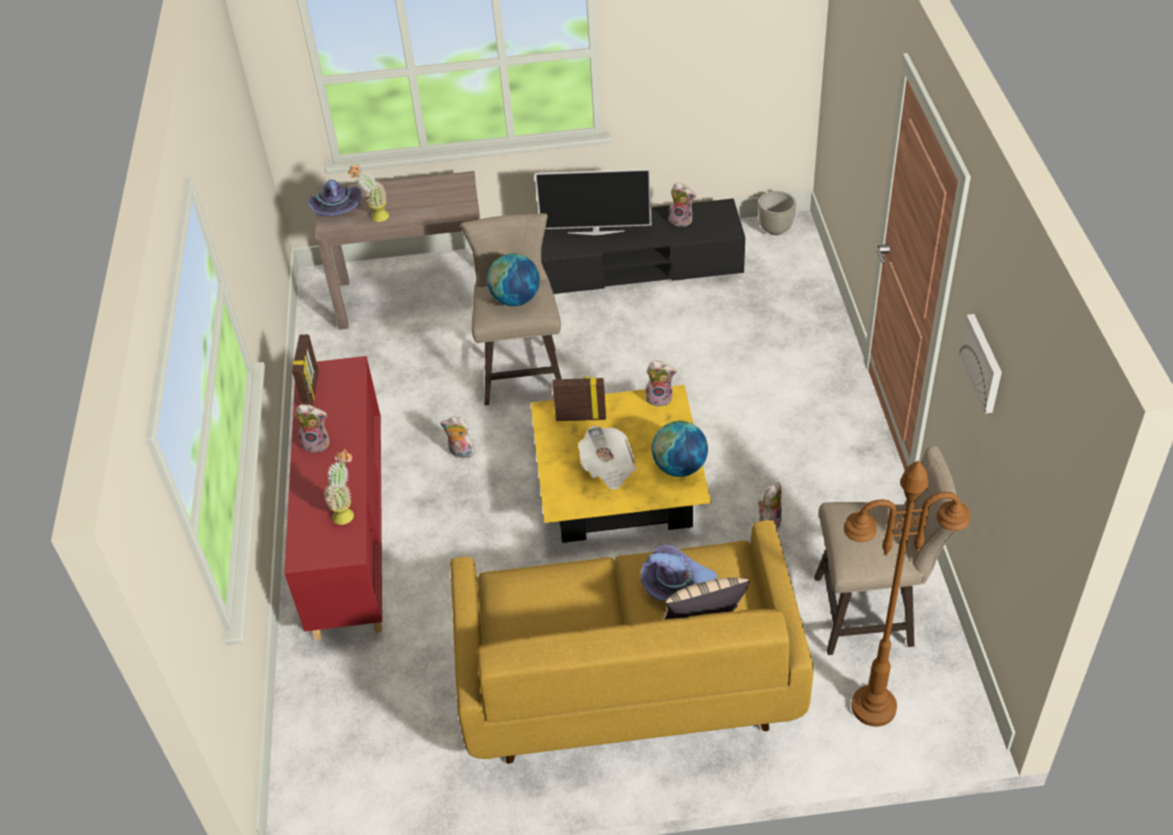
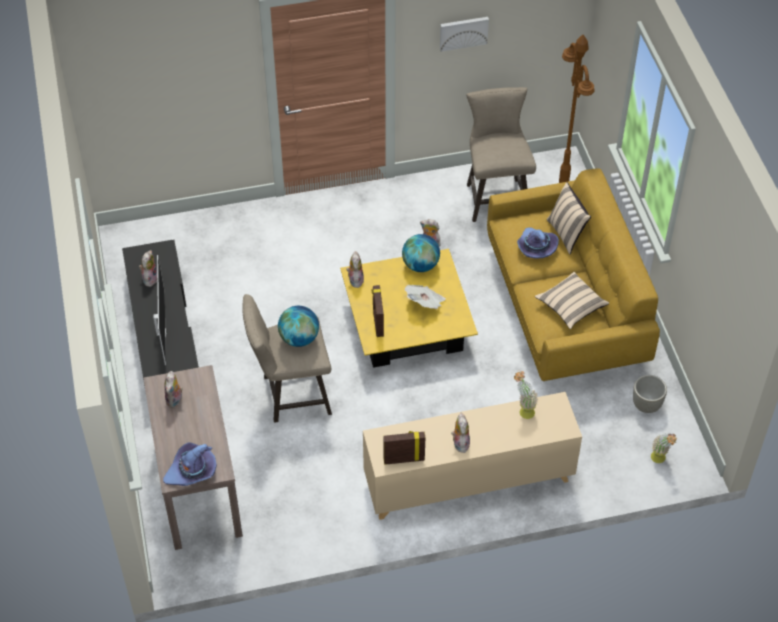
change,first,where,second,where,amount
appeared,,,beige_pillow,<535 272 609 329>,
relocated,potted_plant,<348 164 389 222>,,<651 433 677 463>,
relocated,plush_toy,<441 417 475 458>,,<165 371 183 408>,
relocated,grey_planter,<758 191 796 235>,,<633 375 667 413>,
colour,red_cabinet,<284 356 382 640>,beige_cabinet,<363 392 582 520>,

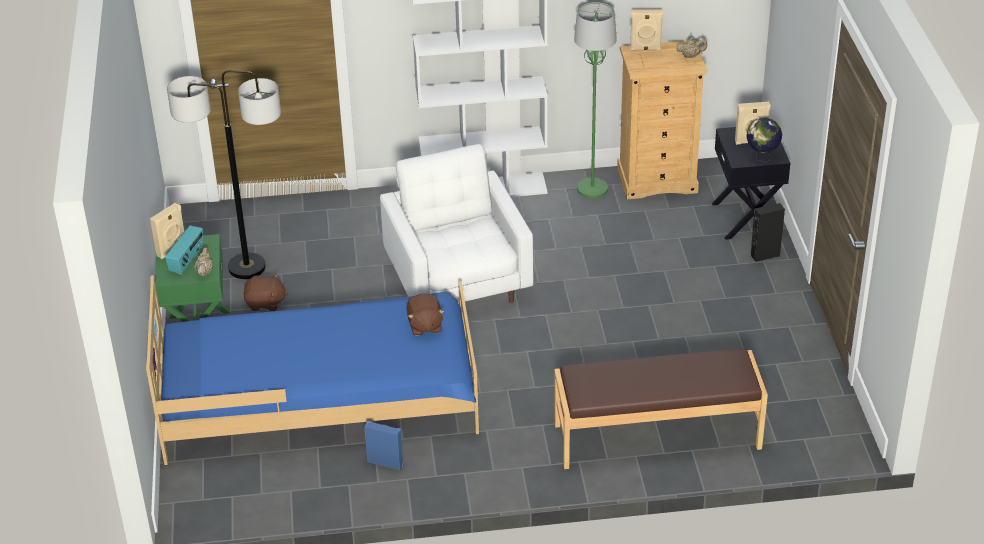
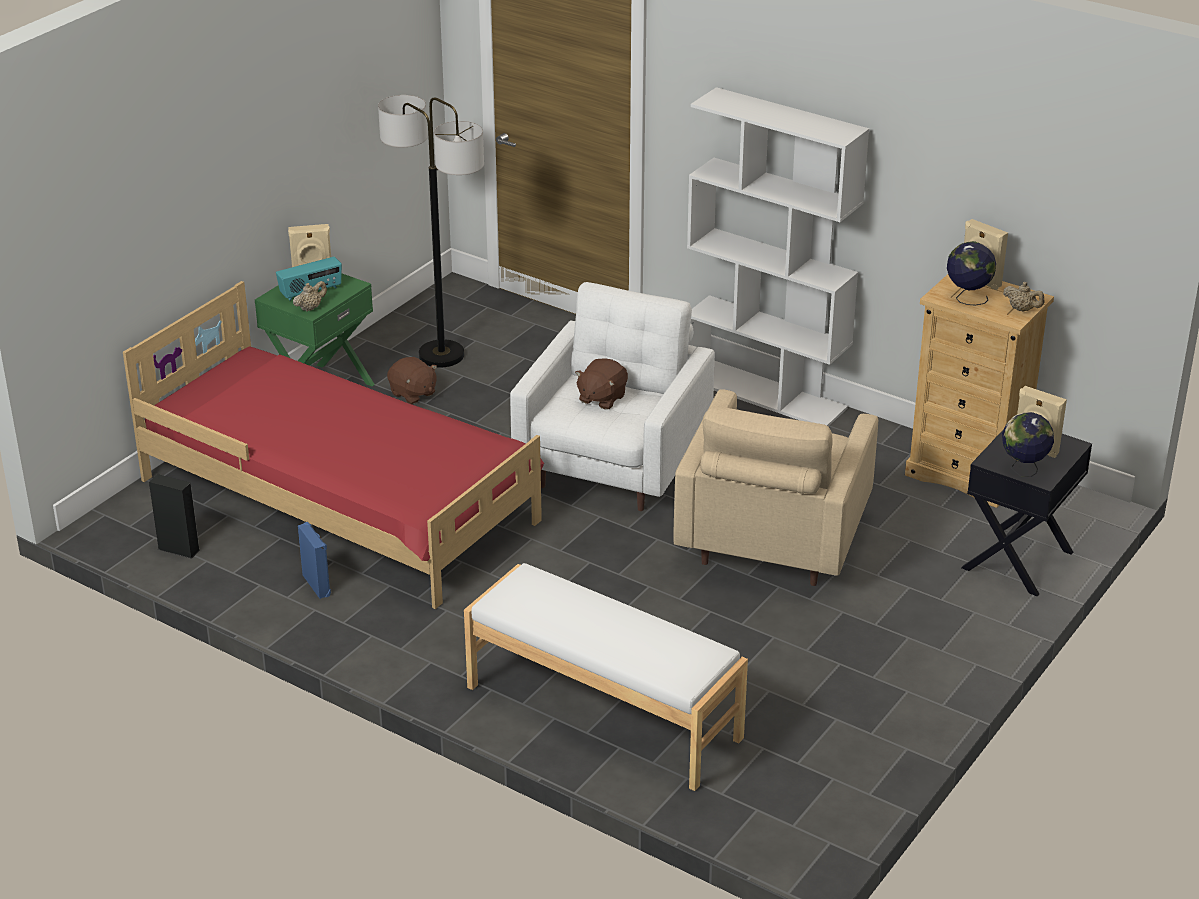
change,first,where,second,where,amount
missing,green_floor_lamp,<574 2 617 198>,,,
appeared,,,beige_armchair,<673 389 878 586>,
appeared,,,globe,<947 241 996 305>,
relocated,brown_plush_toy,<407 294 445 336>,,<575 358 628 410>,
relocated,black_speaker,<750 203 785 262>,,<149 474 200 559>,
colour,blue_bed,<146 275 479 465>,red_bed,<123 281 544 609>,
colour,brown_bench,<554 348 768 469>,white_bench,<464 563 748 791>,

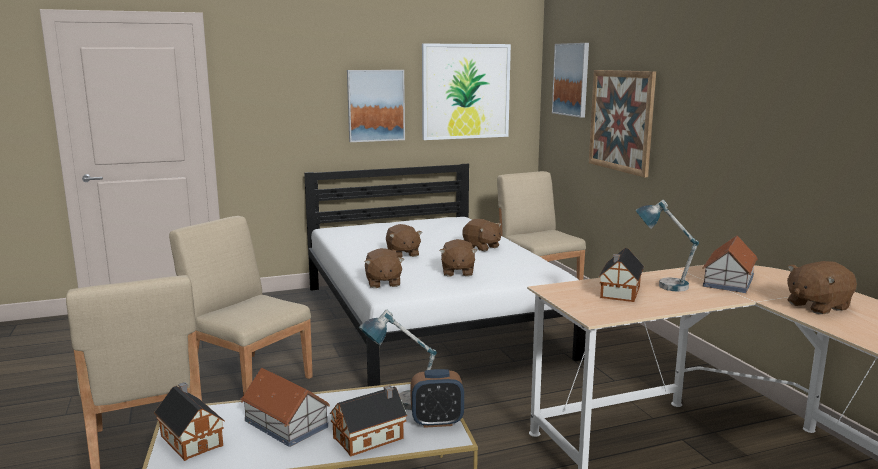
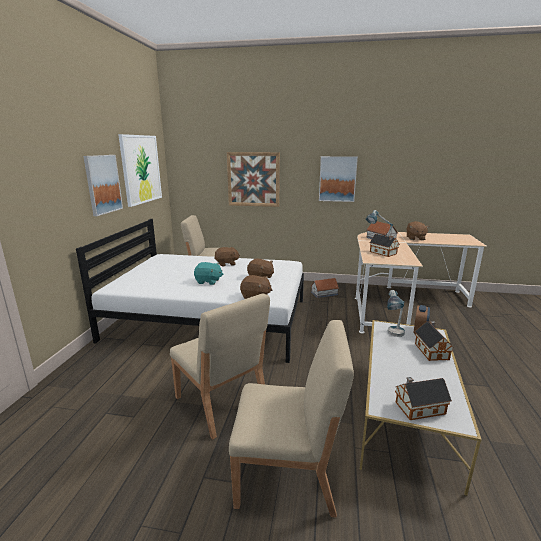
change,first,where,second,where,amount
relocated,toy_house,<241 368 330 447>,,<310 278 339 298>,
relocated,picture,<552 43 589 118>,,<319 156 358 202>,
colour,brown_plush_toy,<386 224 422 258>,turquoise_plush_toy,<194 262 223 285>,
spun,beige_chair,<169 216 313 395>,,<170 293 270 439>,105 degrees counterclockwise

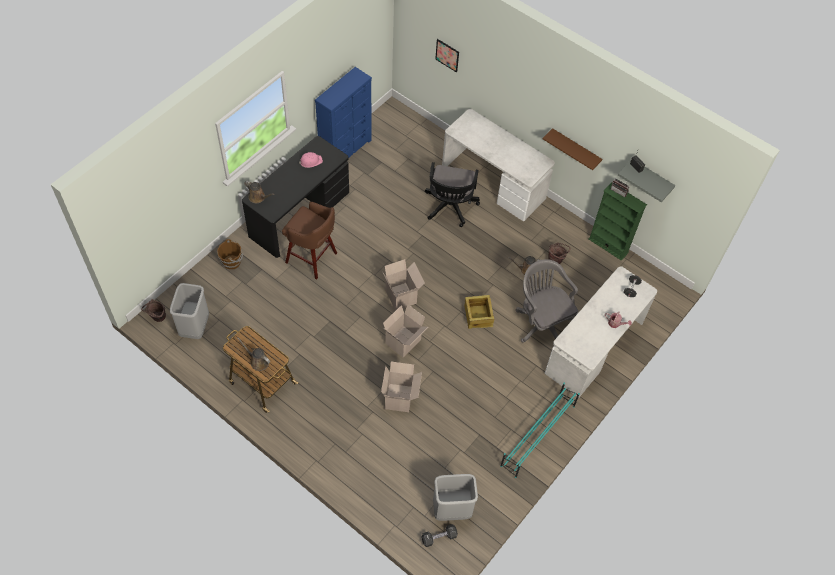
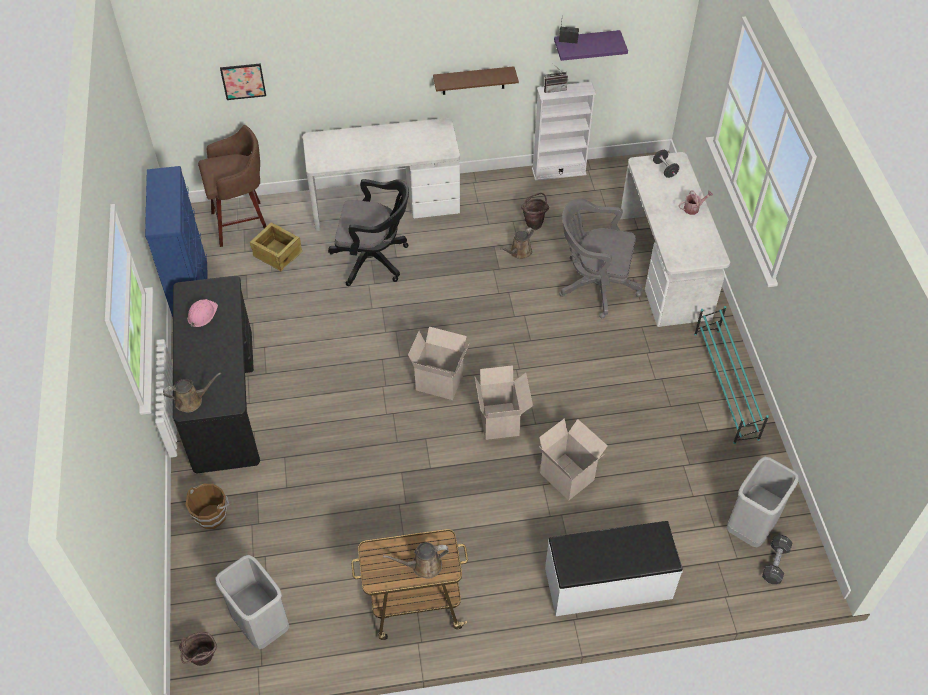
change,first,where,second,where,amount
appeared,,,white_bench,<545 521 683 616>,
relocated,brown_stool,<282 202 337 279>,,<198 125 266 247>,
relocated,crate,<464 295 494 329>,,<250 223 303 271>,
colour,green_bookcase,<588 182 647 261>,white_bookcase,<532 82 596 181>,
colour,grey_shelf,<618 160 676 202>,purple_shelf,<554 30 628 61>,
spun,black_office_chair,<425 162 480 227>,,<328 179 409 286>,45 degrees counterclockwise

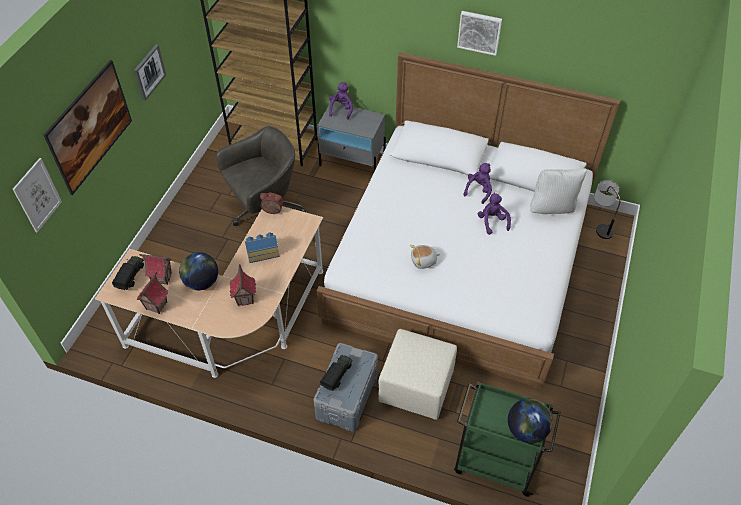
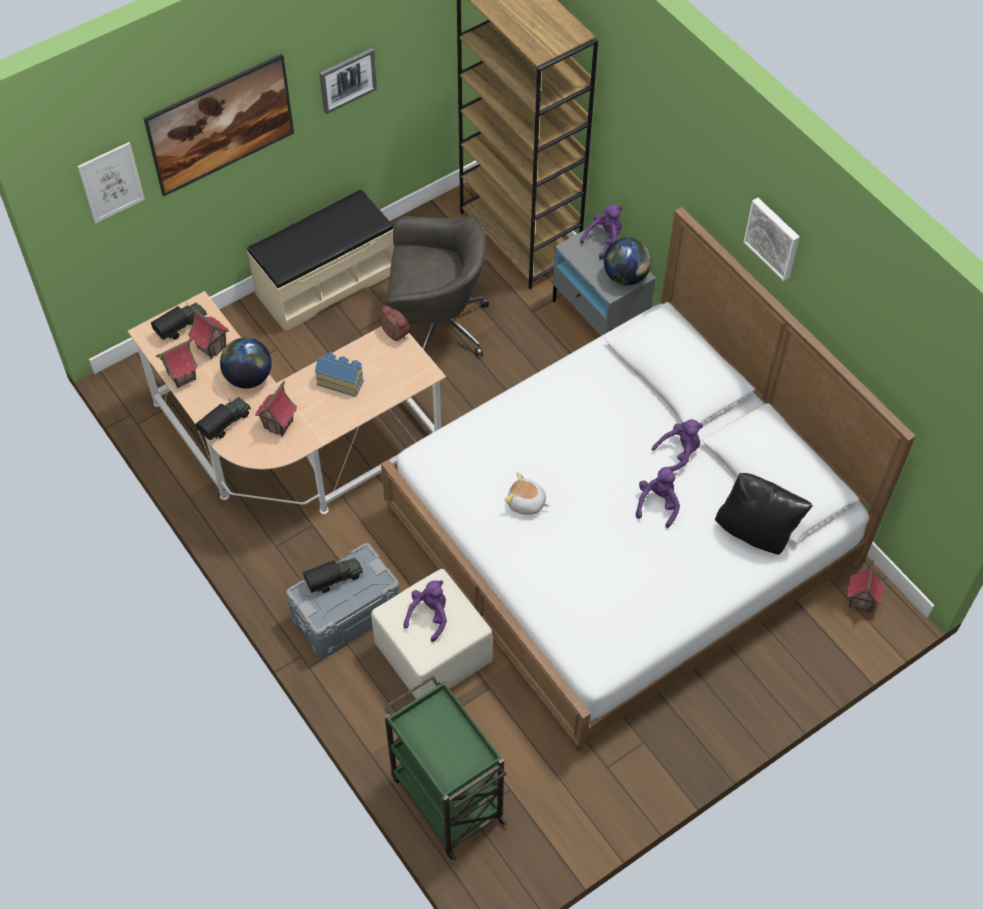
change,first,where,second,where,amount
appeared,,,toy_truck,<196 397 251 441>,
appeared,,,beige_bench,<247 190 394 332>,
appeared,,,purple_plush_toy,<404 580 447 642>,
relocated,globe,<508 398 553 443>,,<604 237 652 285>,
exchanged,table_lamp,<594 180 621 239>,toy_house,<847 560 884 612>,
colour,white_pillow,<530 169 587 214>,black_pillow,<715 473 813 555>,

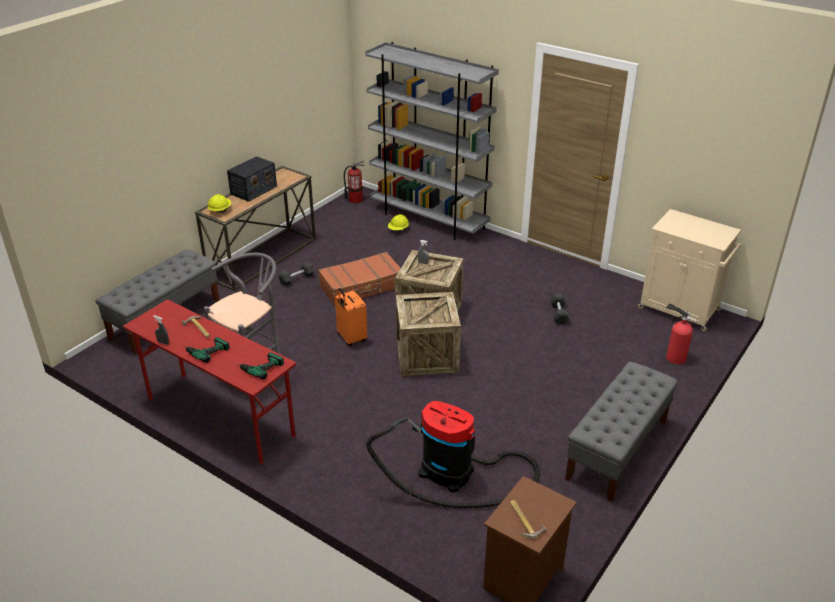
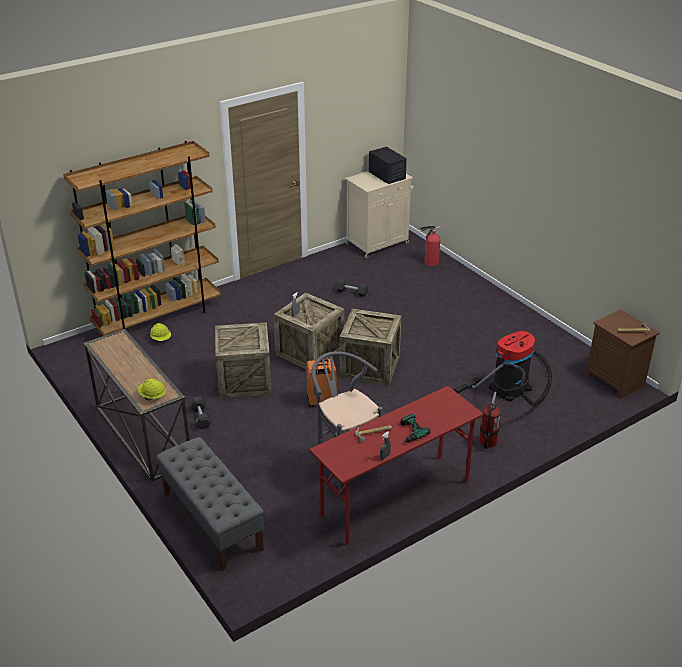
change,first,where,second,where,amount
missing,power_drill,<235 352 284 379>,,,
missing,grey_bench,<565 361 678 502>,,,
relocated,radio,<227 156 277 202>,,<369 147 407 184>,
relocated,fire_extinguisher,<344 161 365 204>,,<479 392 501 449>,
exchanged,brown_suitcase,<318 252 401 306>,crate,<215 322 272 398>,
colour,grey_bookcase,<365 42 499 240>,brown_bookcase,<63 141 221 336>,

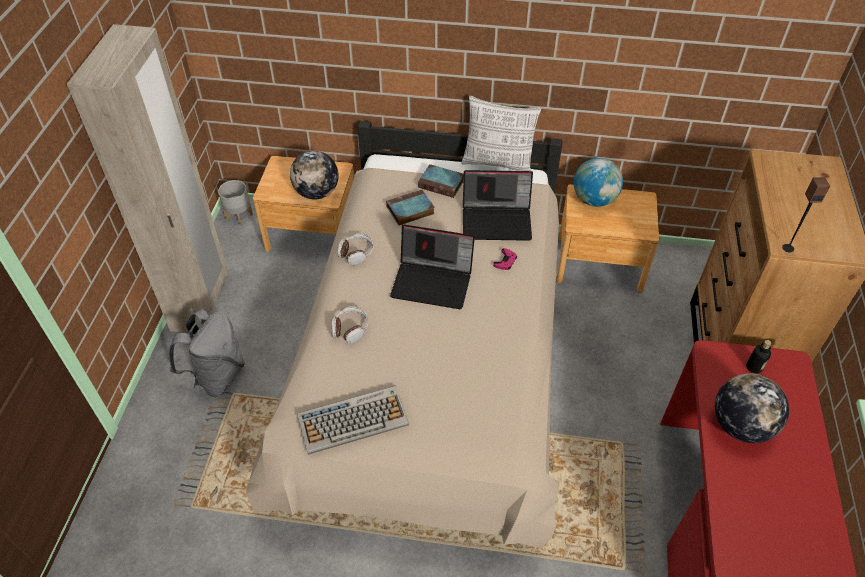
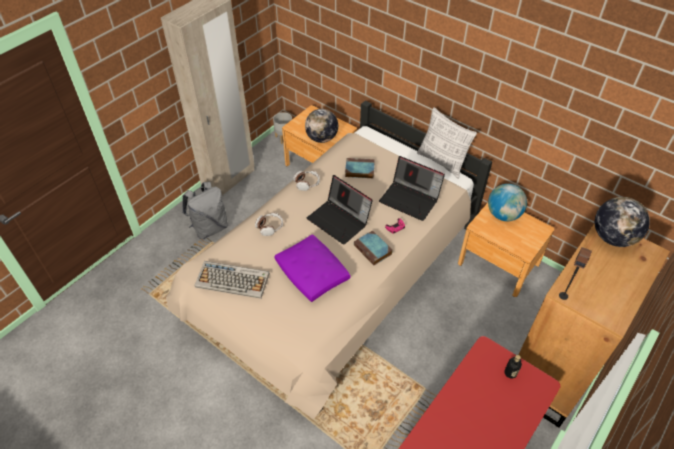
change,first,where,second,where,amount
appeared,,,purple_pillow,<274 234 350 302>,
relocated,book,<418 164 464 198>,,<354 230 392 265>,
relocated,globe,<715 373 789 443>,,<595 197 650 247>,

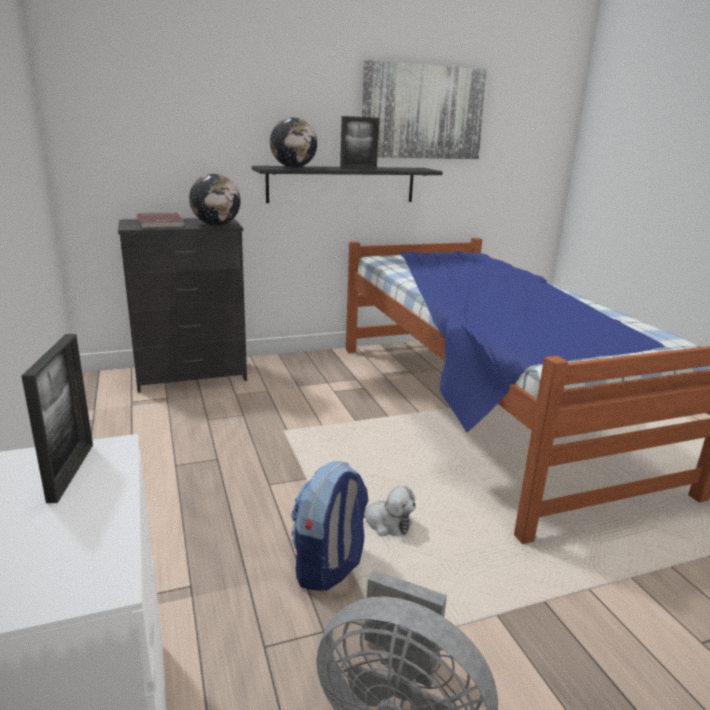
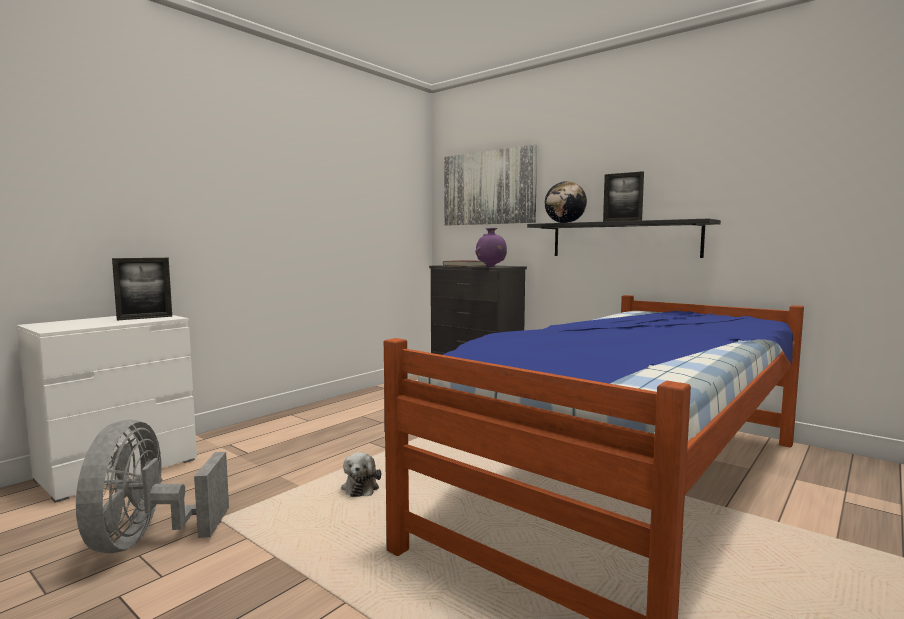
change,first,where,second,where,amount
missing,backpack,<291 461 369 591>,,,
relocated,picture,<362 60 489 159>,,<444 145 537 225>,
exchanged,globe,<189 174 241 225>,purple_vase,<476 228 507 267>,

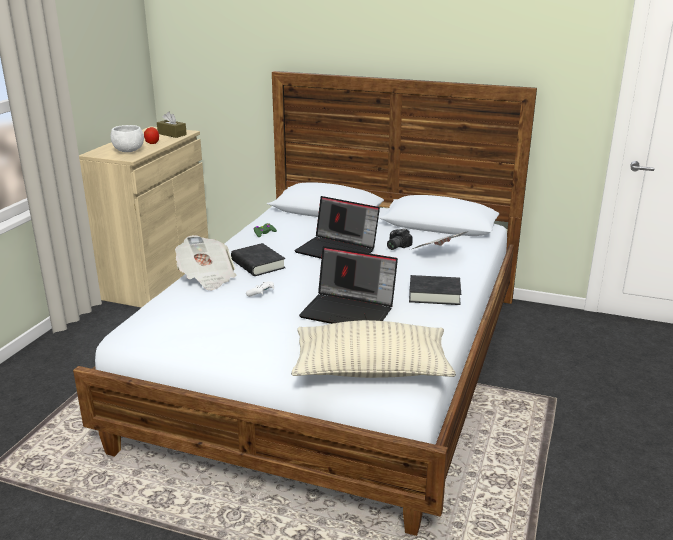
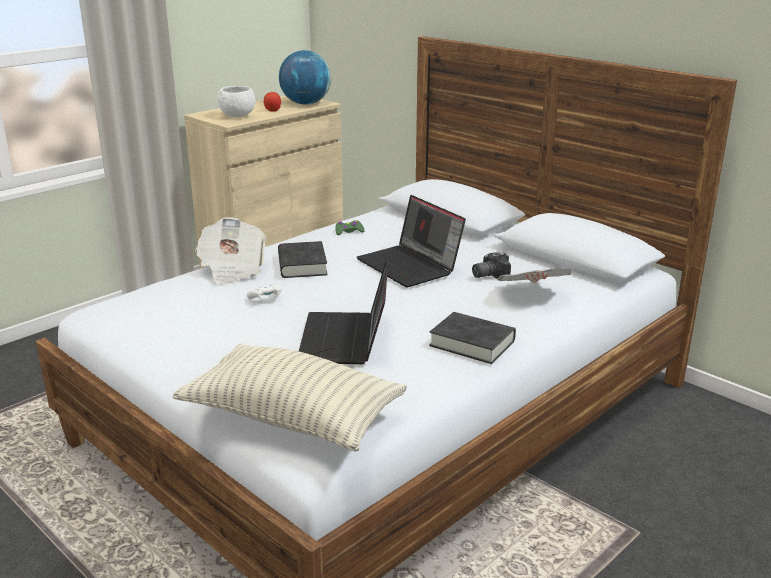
change,first,where,second,where,amount
exchanged,brown_tissue_box,<157 112 187 138>,globe,<279 50 331 105>,
spun,laptop,<299 246 398 324>,,<299 258 388 364>,45 degrees clockwise

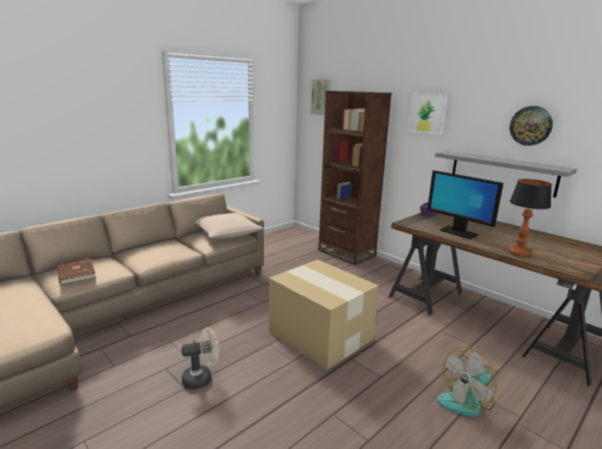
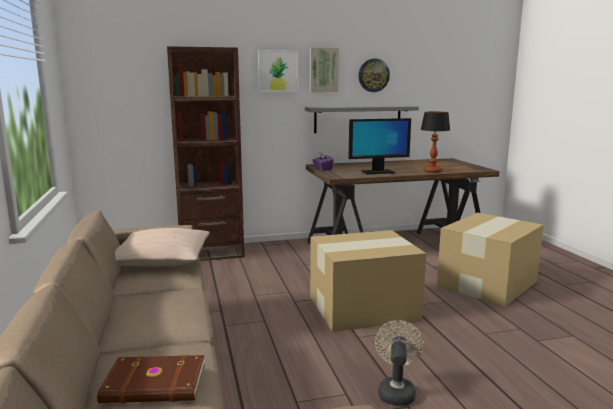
change,first,where,second,where,amount
relocated,picture,<311 79 331 115>,,<310 47 339 92>,
exchanged,fan,<437 346 497 416>,cardboard_box,<437 213 544 307>,

